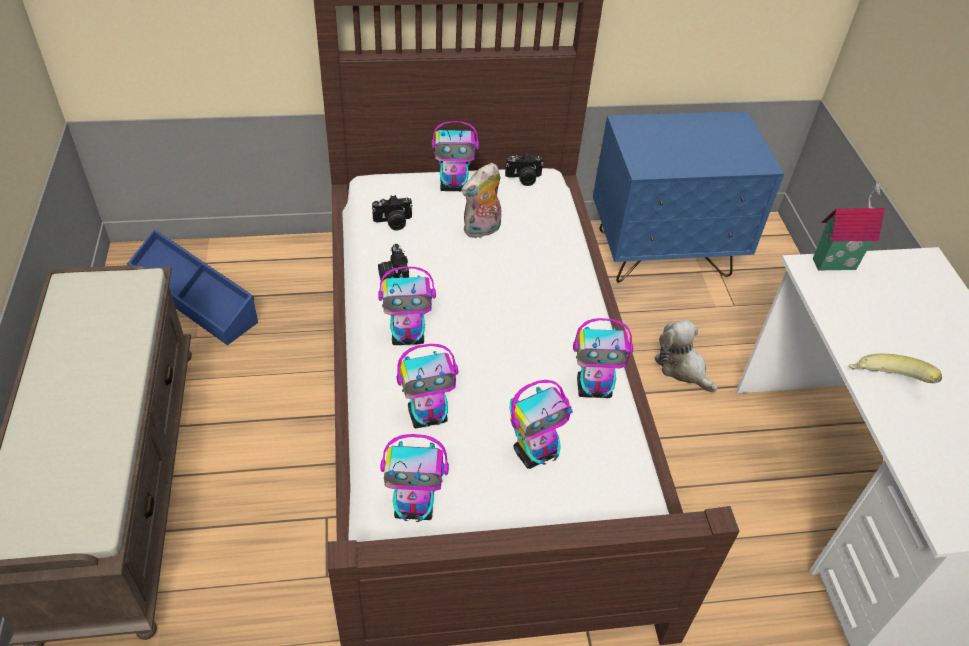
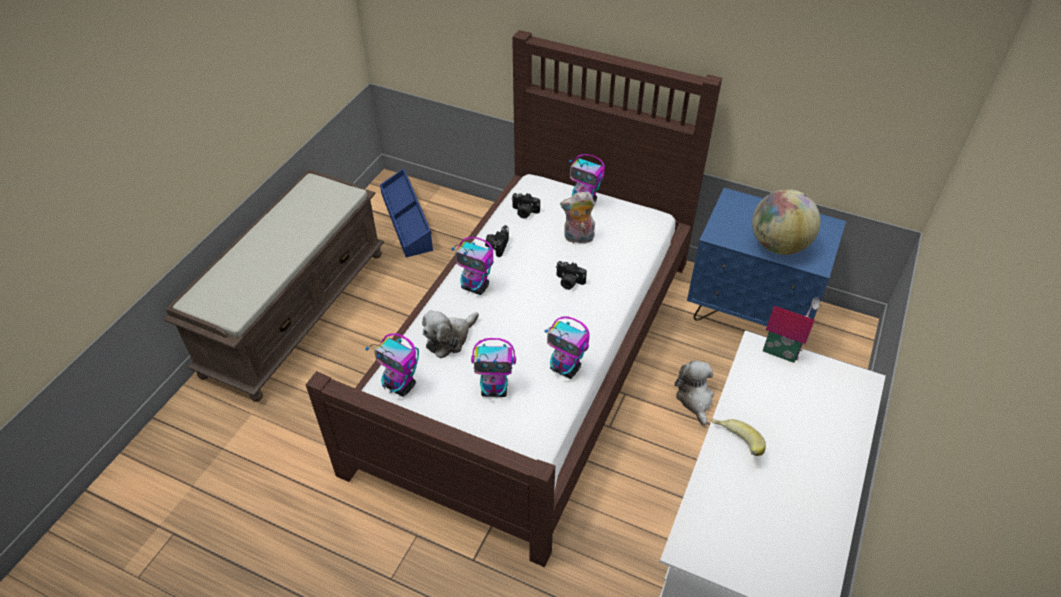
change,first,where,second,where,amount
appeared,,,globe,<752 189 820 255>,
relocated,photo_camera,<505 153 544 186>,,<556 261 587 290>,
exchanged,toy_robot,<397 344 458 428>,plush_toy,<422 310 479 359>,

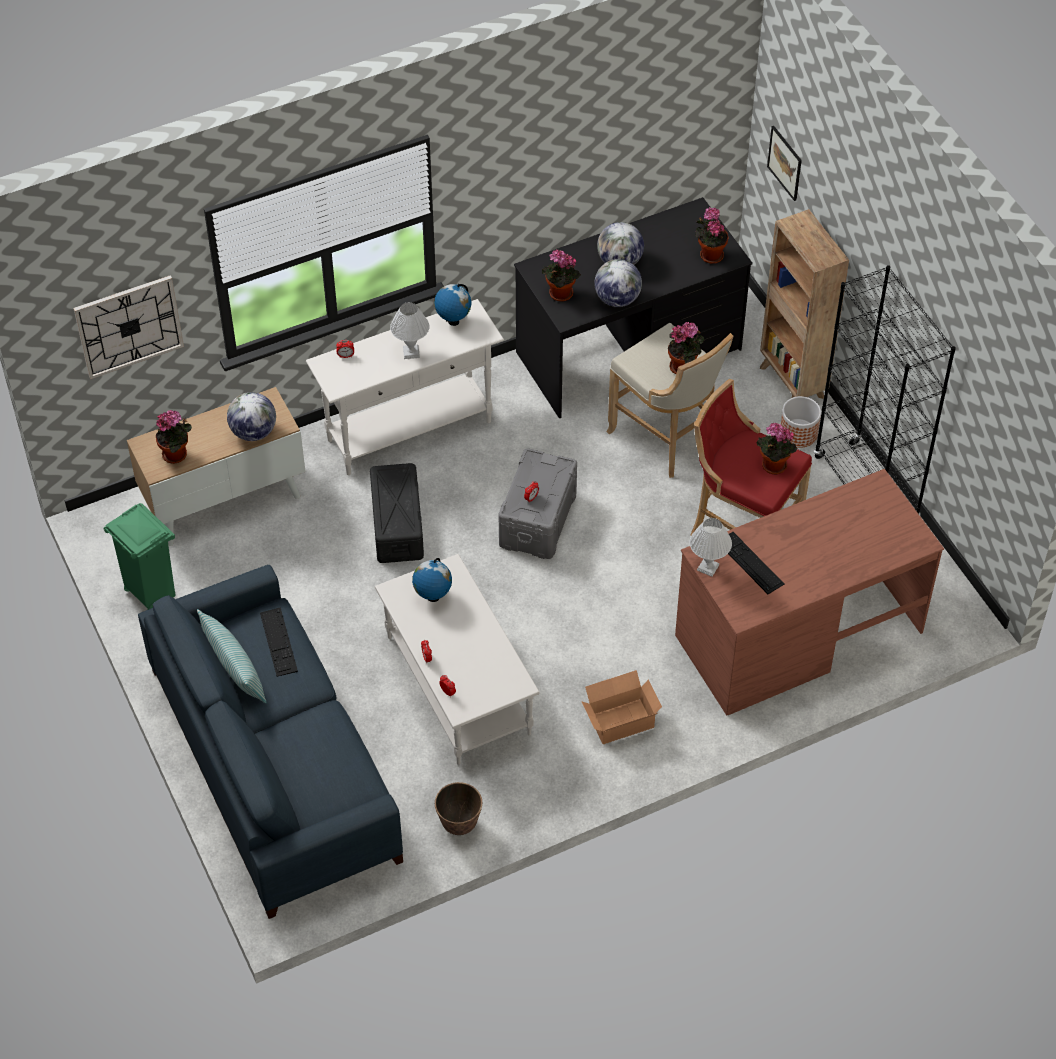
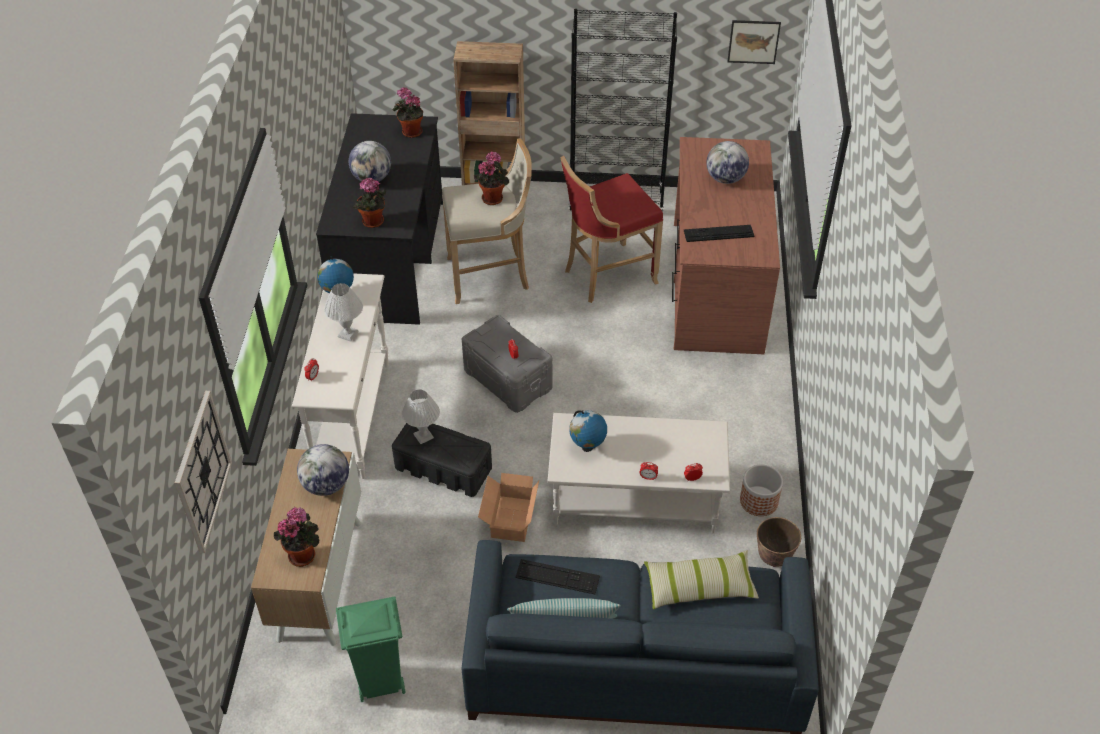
change,first,where,second,where,amount
missing,potted_plant,<757 422 798 474>,,,
appeared,,,pillow,<644 550 759 609>,
relocated,cardboard_box,<581 670 662 744>,,<478 473 539 542>,
relocated,globe,<594 259 642 307>,,<706 141 749 184>,
relocated,white_table_lamp,<689 518 732 577>,,<402 389 440 444>,
relocated,picture,<767 126 802 201>,,<728 20 781 64>,
relocated,planter,<781 396 821 448>,,<740 464 783 516>,

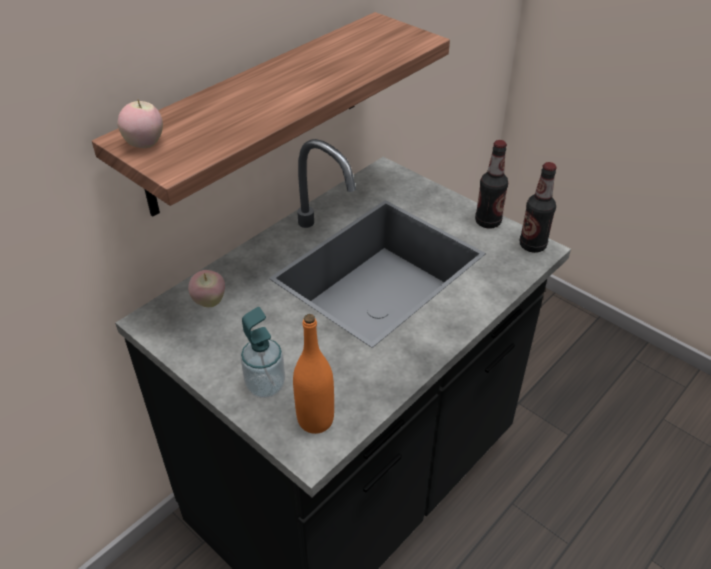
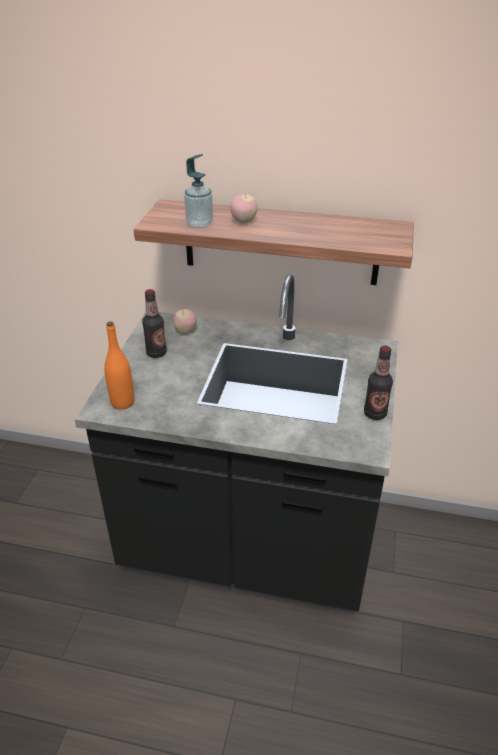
change,first,where,second,where,amount
relocated,apple,<117 100 163 148>,,<230 192 258 223>,
relocated,soap_dispenser,<240 307 285 398>,,<184 154 213 228>,
relocated,bottle,<519 162 557 253>,,<142 289 167 358>,

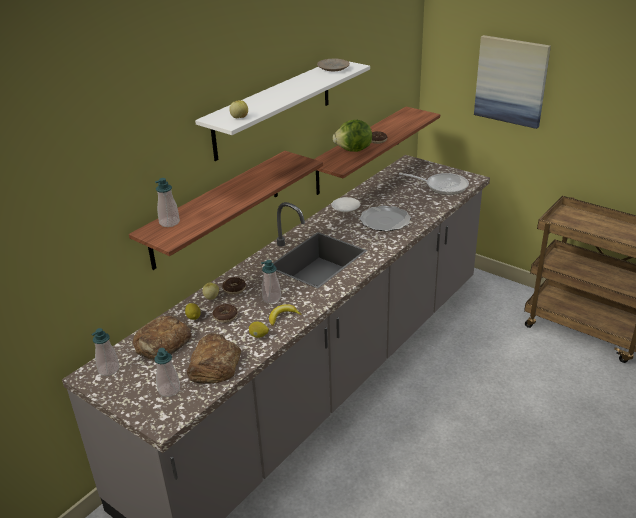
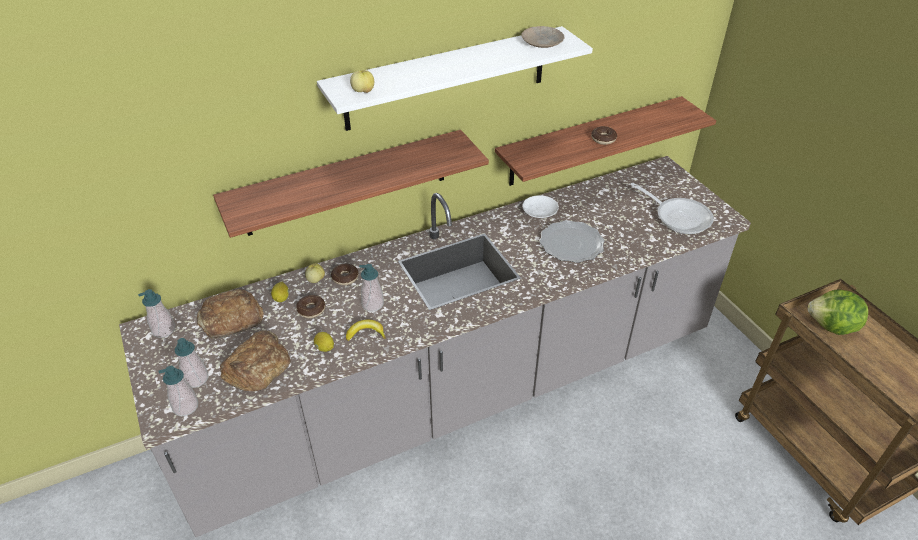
change,first,where,second,where,amount
missing,picture,<474 35 551 129>,,,
relocated,soap_dispenser,<155 178 180 227>,,<158 366 198 416>,
relocated,lettuce,<333 120 372 152>,,<808 290 868 335>,

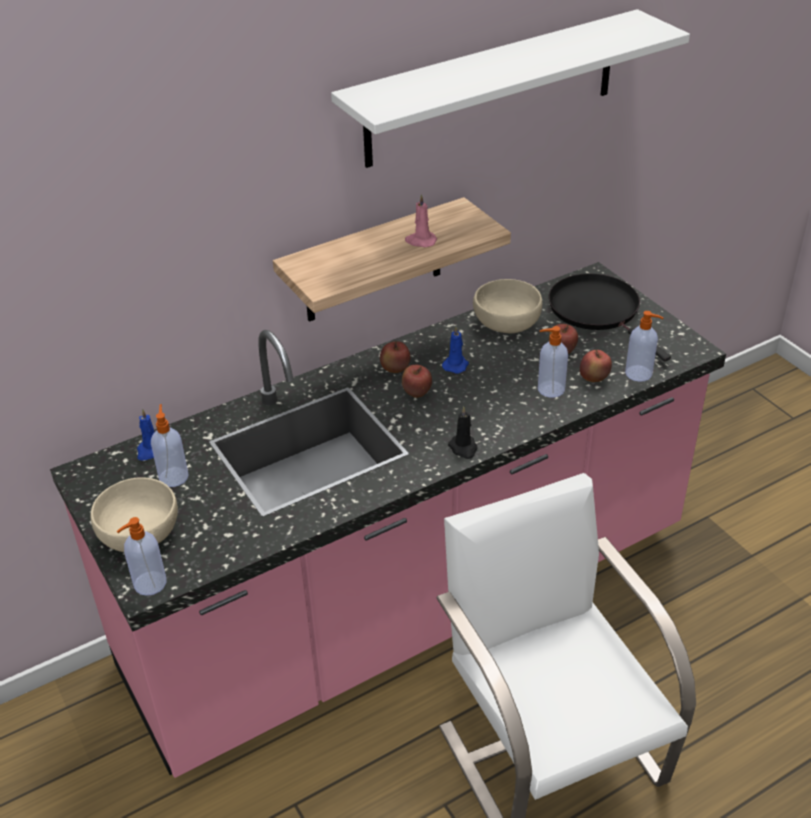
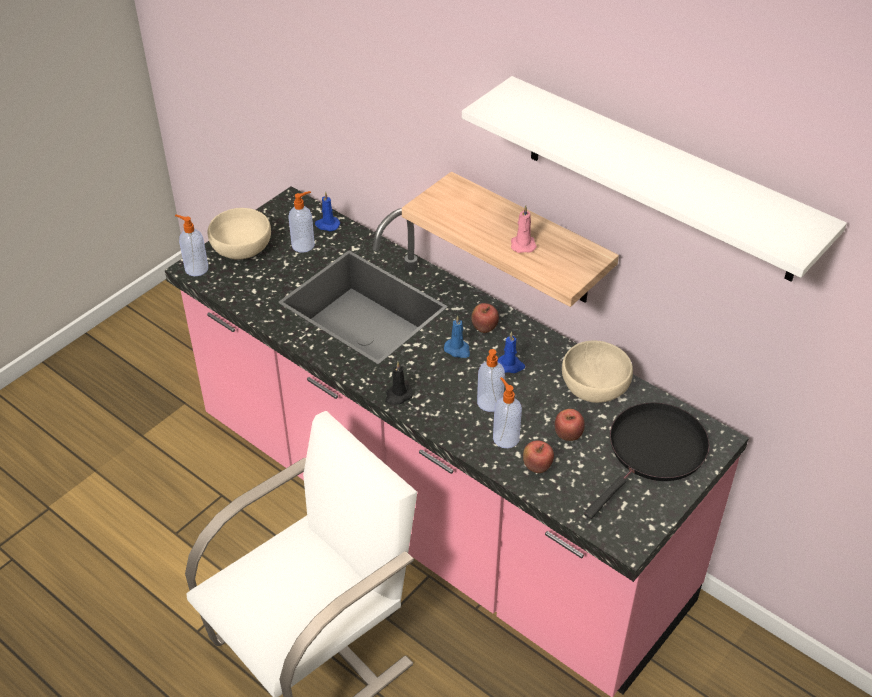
change,first,where,second,where,amount
relocated,soap_dispenser,<625 311 664 382>,,<477 349 505 412>,
exchanged,apple,<402 365 432 398>,blue_candle,<444 315 470 358>,

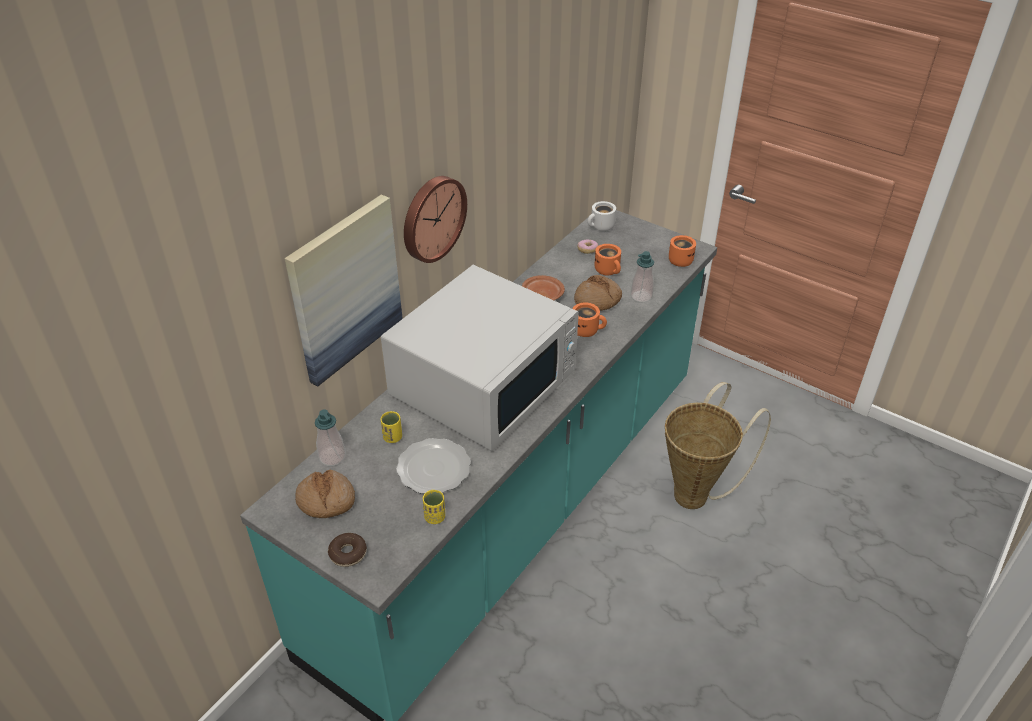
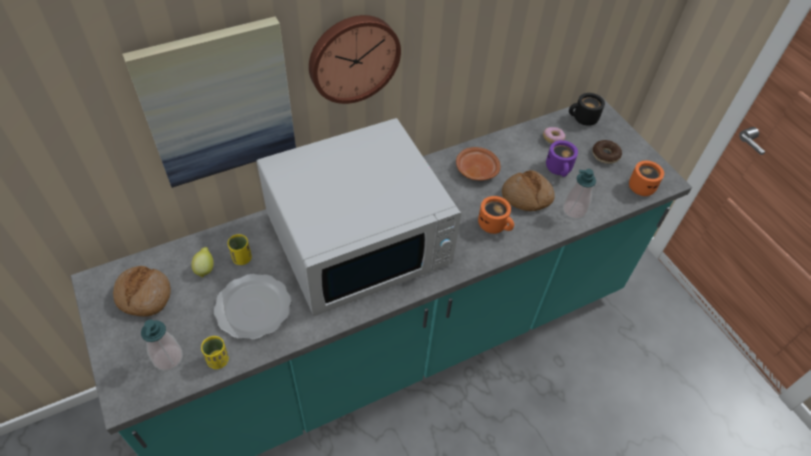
change,first,where,second,where,amount
missing,basket,<665 382 771 509>,,,
appeared,,,lemon,<191 247 214 278>,
relocated,soap_dispenser,<315 409 346 466>,,<141 319 183 371>,
relocated,donut,<328 533 367 567>,,<592 140 622 164>,
colour,white_mug,<587 201 616 231>,black_mug,<569 93 605 126>,
colour,orange_mug,<595 244 621 276>,purple_mug,<546 140 578 177>,

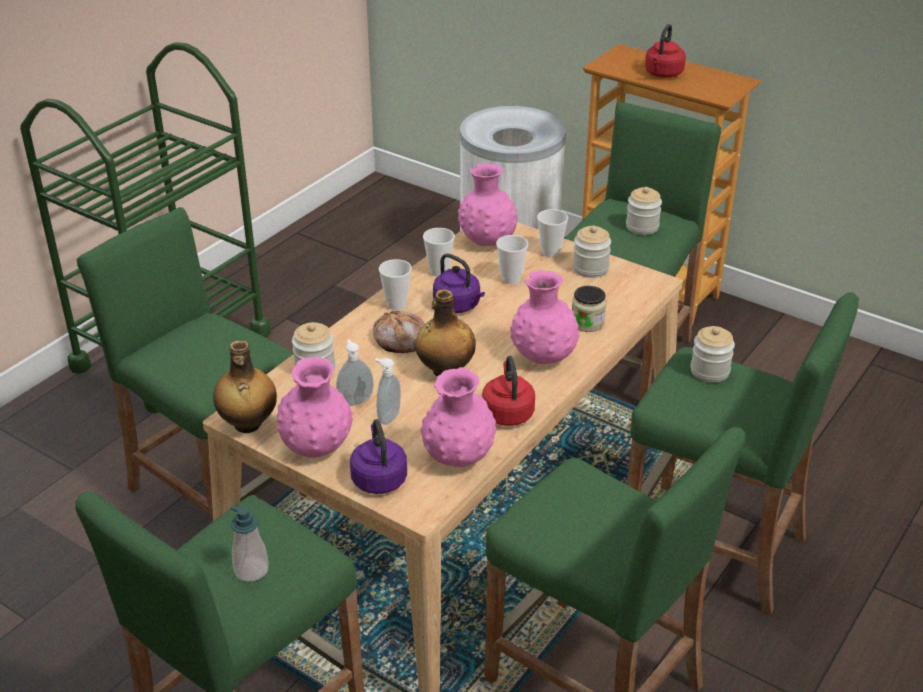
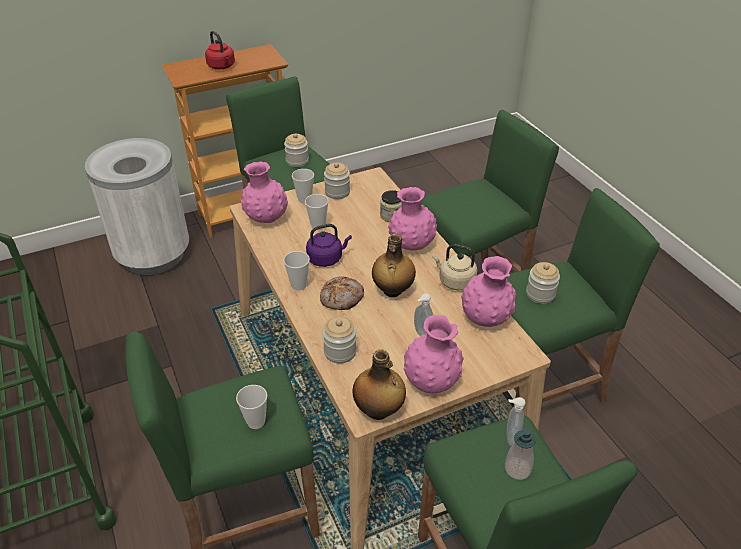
change,first,where,second,where,amount
missing,purple_kettle,<350 419 407 494>,,,
relocated,soap_dispenser,<336 339 374 406>,,<507 397 526 446>,
relocated,cup,<423 228 455 277>,,<236 385 267 429>,
relocated,jar,<691 326 735 383>,,<526 262 560 304>,
colour,red_kettle,<482 356 535 426>,beige_kettle,<432 244 478 290>,

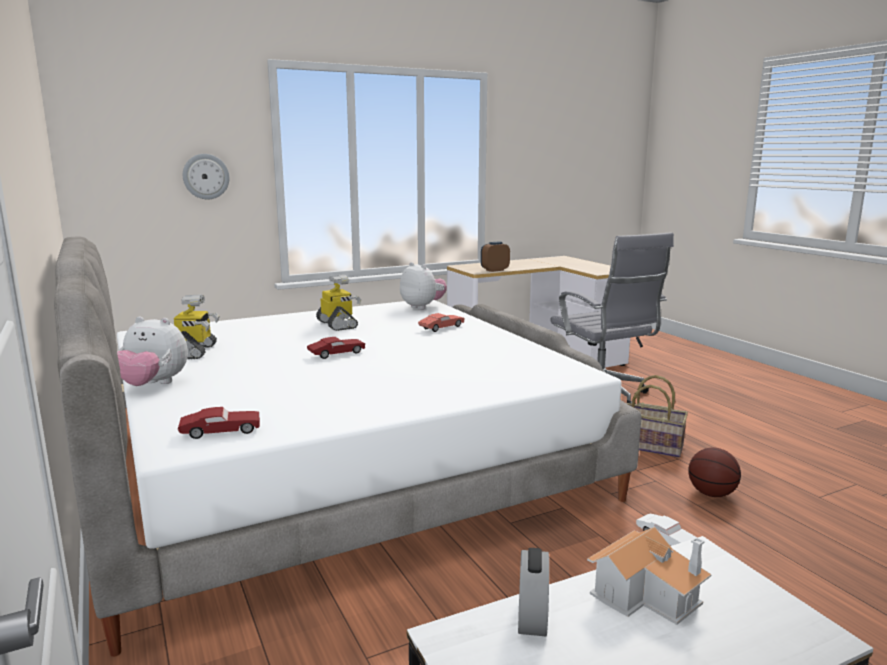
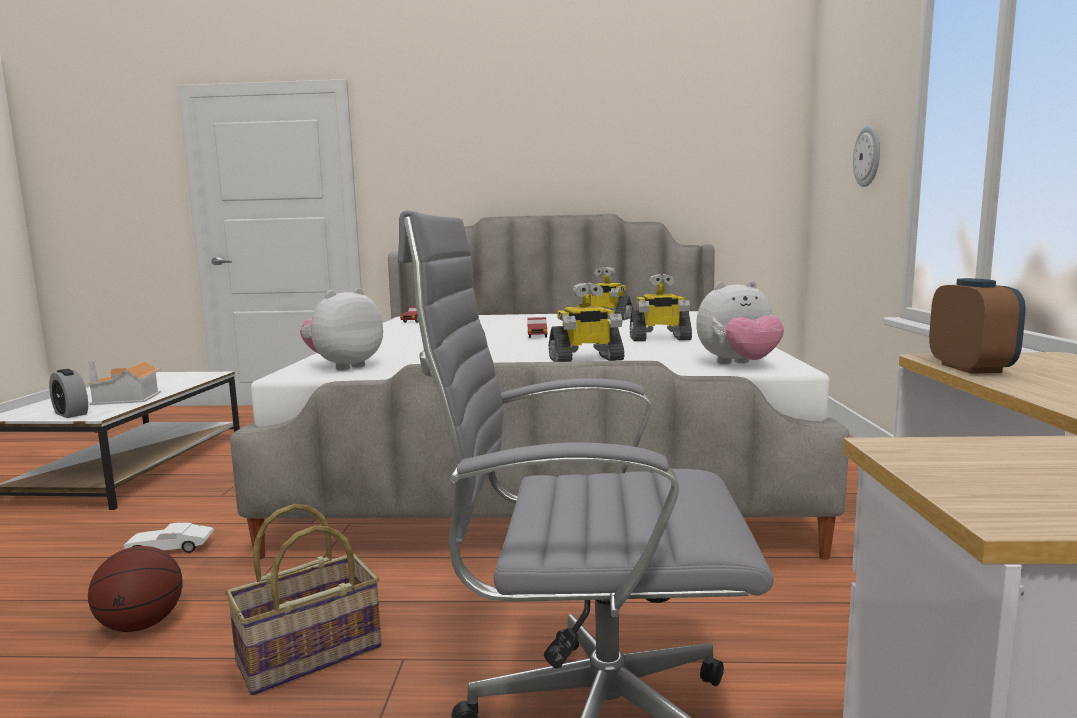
change,first,where,second,where,amount
relocated,plush_toy,<117 317 188 386>,,<300 288 383 371>,
relocated,alarm_clock,<518 548 549 636>,,<49 369 88 418>,
exchanged,red_toy_car,<418 313 464 332>,toy_robot,<549 283 624 362>,

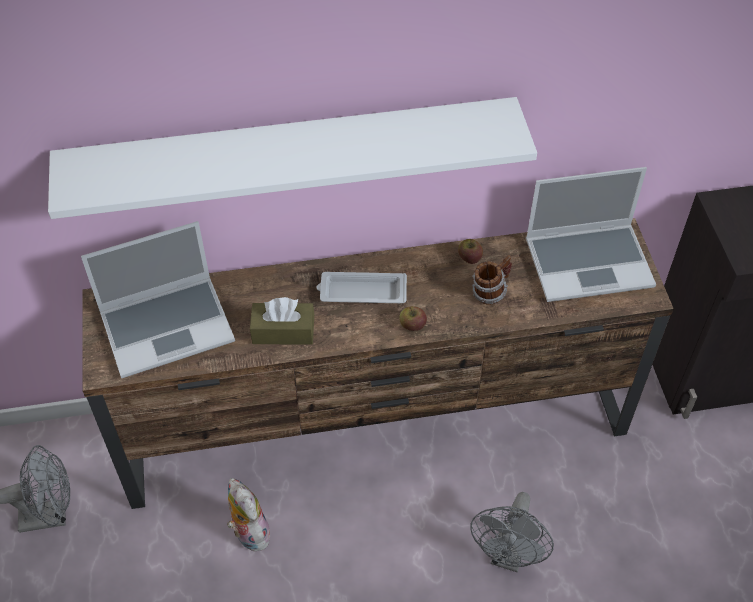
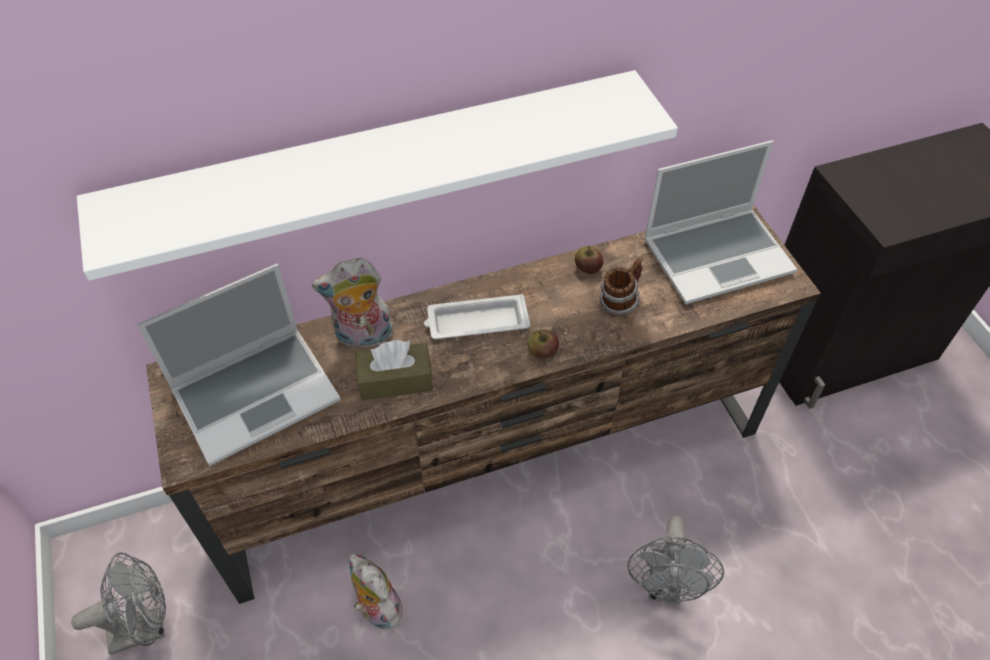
change,first,where,second,where,amount
appeared,,,plush_toy,<312 258 394 349>,

